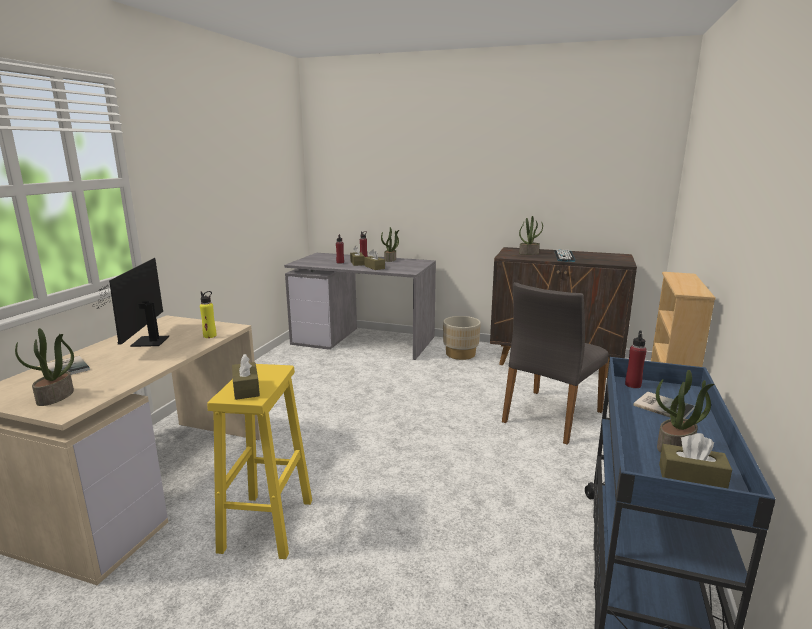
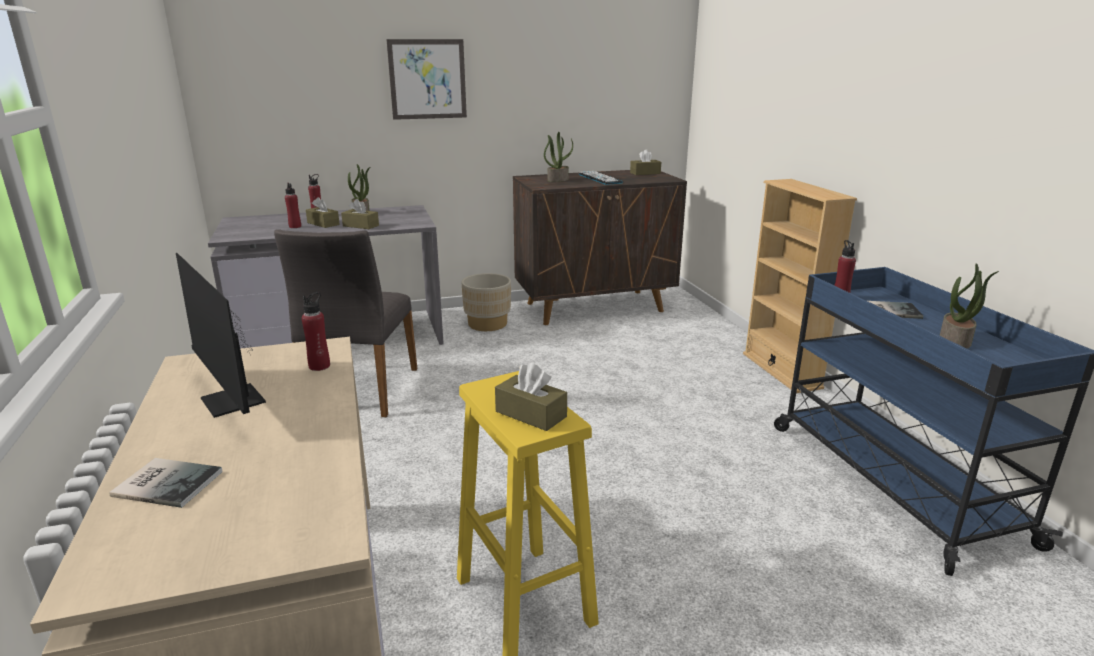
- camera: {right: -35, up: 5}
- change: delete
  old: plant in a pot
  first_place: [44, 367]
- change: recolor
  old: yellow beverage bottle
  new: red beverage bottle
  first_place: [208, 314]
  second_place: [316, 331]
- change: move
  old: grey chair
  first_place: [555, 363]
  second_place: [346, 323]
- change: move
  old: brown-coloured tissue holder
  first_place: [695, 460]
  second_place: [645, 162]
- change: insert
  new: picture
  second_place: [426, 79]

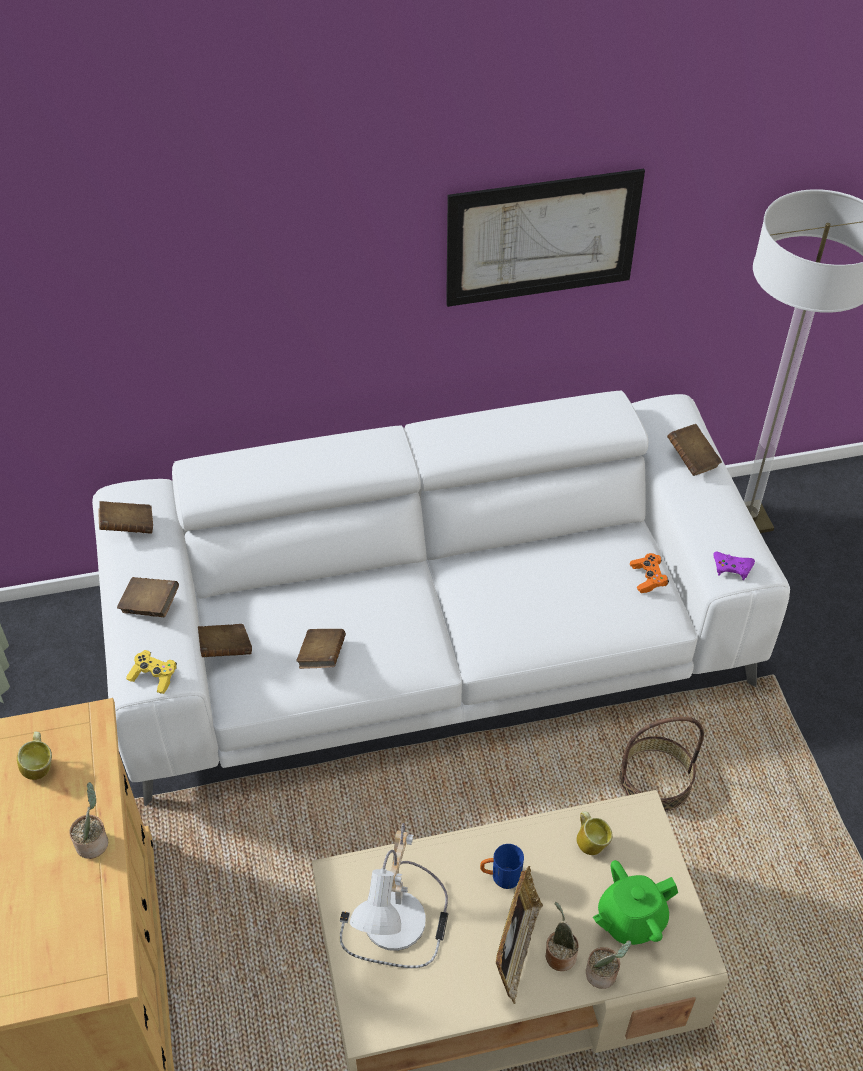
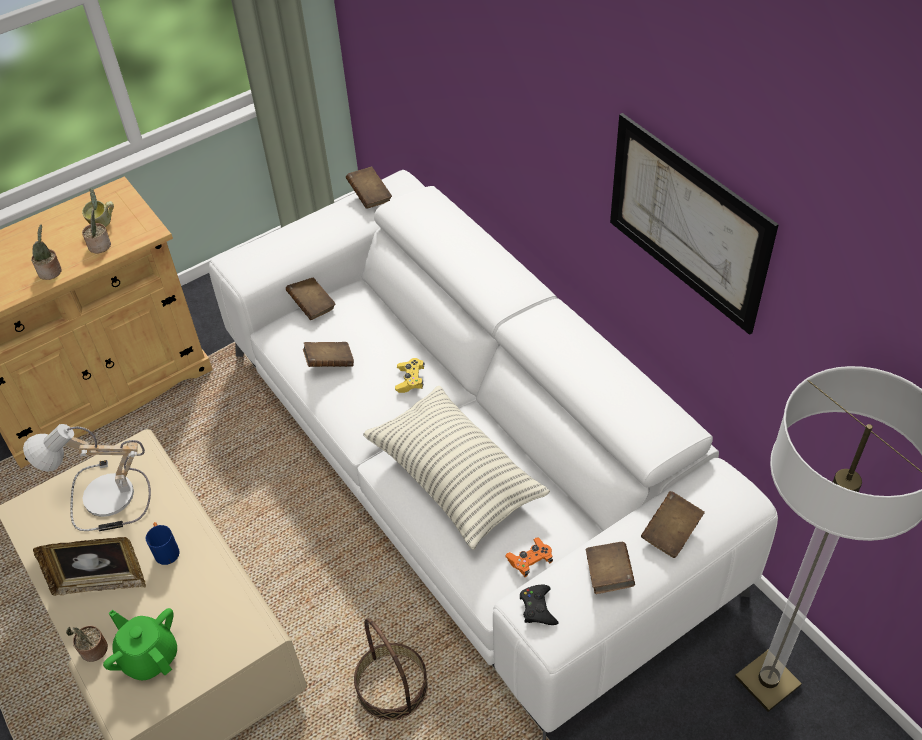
- camera: {right: 70, up: 0}
- change: move
  old: brown-coloured bound book
  first_place: [148, 597]
  second_place: [610, 568]
- change: move
  old: yellow gamepad
  first_place: [151, 672]
  second_place: [410, 375]
- change: move
  old: plant in a pot
  first_place: [562, 936]
  second_place: [96, 220]
- change: delete
  old: coffee mug
  first_place: [595, 833]
- change: recolor
  old: purplish gamepad
  new: black-coloured gamepad
  first_place: [734, 566]
  second_place: [539, 605]
- change: insert
  new: pillow
  second_place: [456, 467]

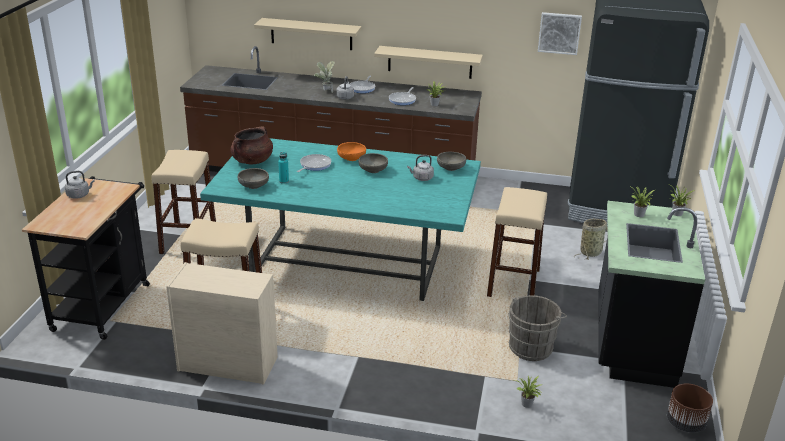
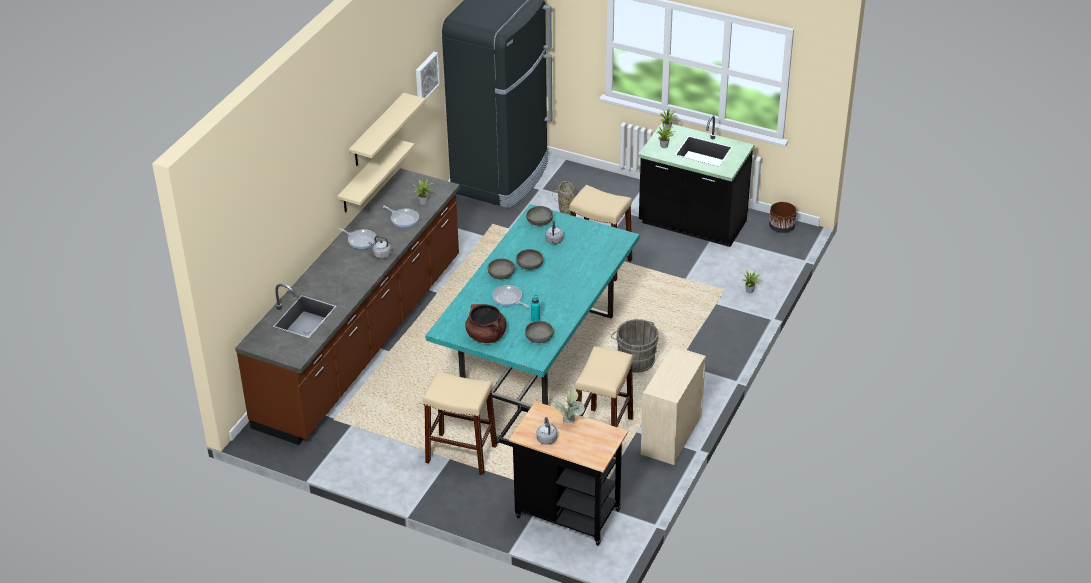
- camera: {right: -75, up: 10}
- change: move
  old: beige wall shelf
  first_place: [308, 34]
  second_place: [387, 129]
- change: move
  old: plant in a pot
  first_place: [324, 77]
  second_place: [569, 406]
- change: recolor
  old: orange deep dish
  new: grey deep dish
  first_place: [351, 151]
  second_place: [501, 269]
- change: move
  old: grey bucket
  first_place: [537, 328]
  second_place: [634, 346]

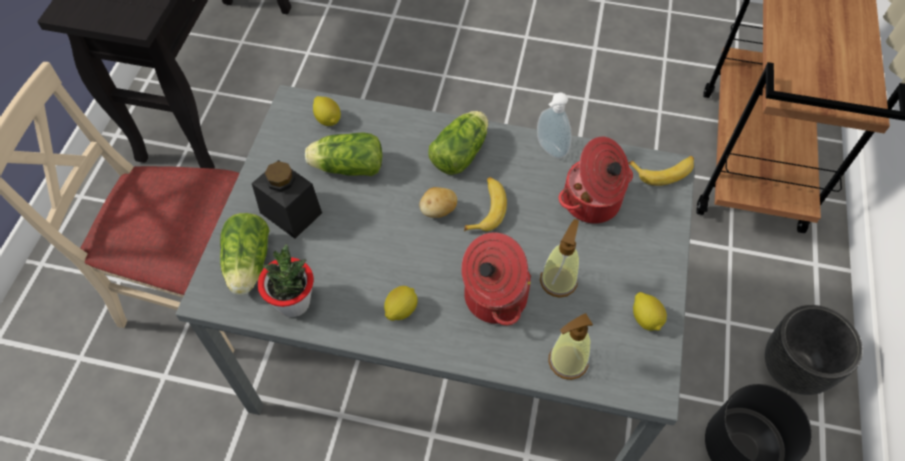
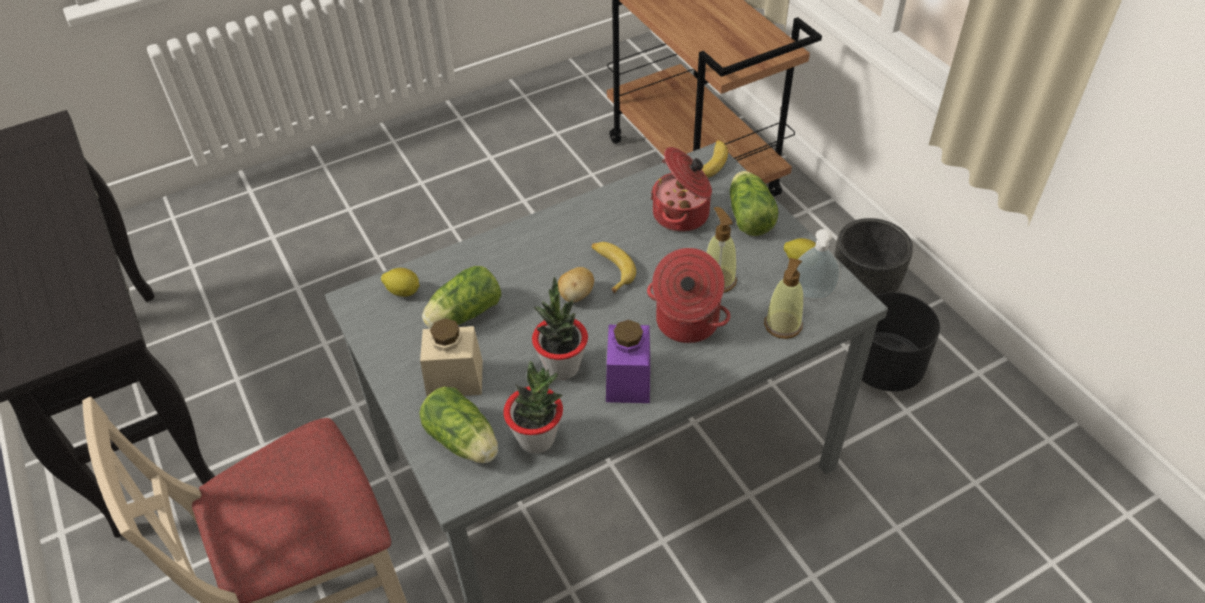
- camera: {right: -40, up: -10}
- change: recolor
  old: black-coloured jar
  new: beige jar
  first_place: [287, 199]
  second_place: [451, 358]
- change: replace
  old: whole lemon
  new: purplish jar
  first_place: [400, 303]
  second_place: [628, 361]
- change: move
  old: lettuce head
  first_place: [458, 143]
  second_place: [754, 203]
- change: move
  old: liquid soap bottle
  first_place: [554, 126]
  second_place: [818, 264]
- change: insert
  new: plant in a pot
  second_place: [560, 328]

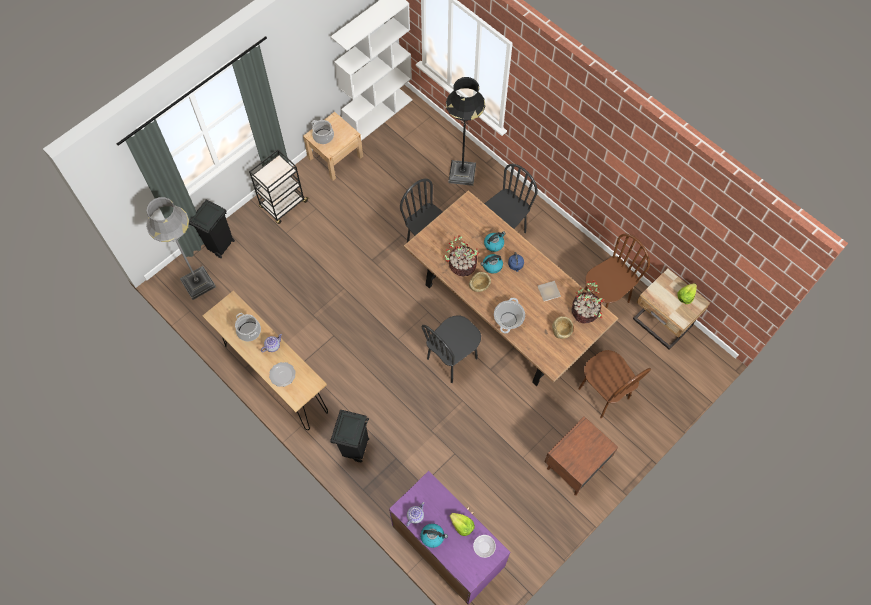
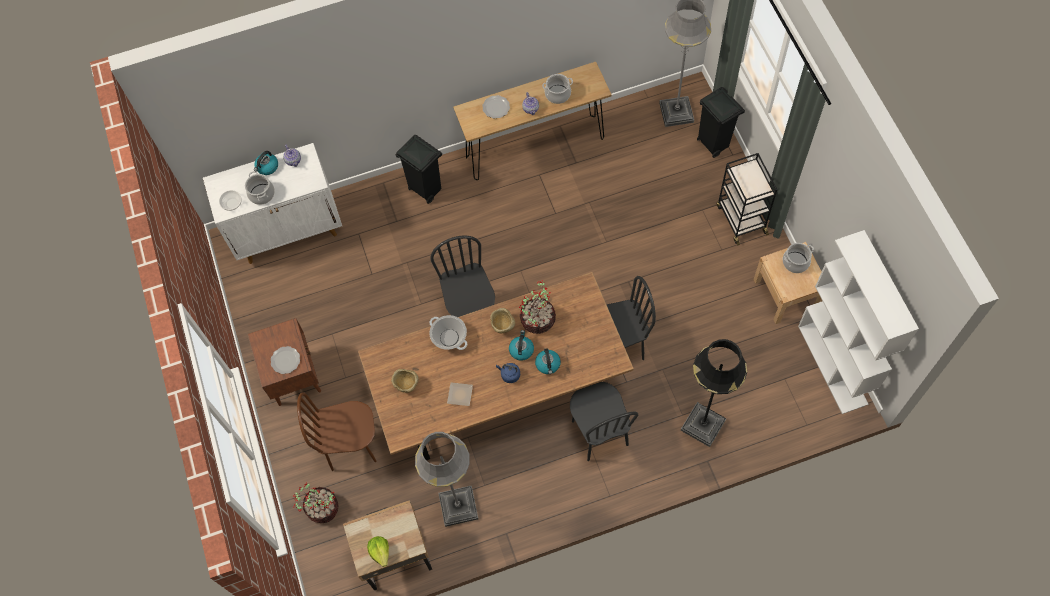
- camera: {right: 120, up: 0}
- change: recolor
  old: purplish storage cabinet
  new: whitish storage cabinet
  first_place: [449, 538]
  second_place: [272, 203]
- change: replace
  old: lettuce head
  new: stockpot
  first_place: [462, 524]
  second_place: [260, 188]
- change: move
  old: plant in a pot
  first_place: [587, 301]
  second_place: [316, 503]
- change: replace
  old: brown-coloured chair
  new: grey floor lamp
  first_place: [617, 270]
  second_place: [447, 479]
- change: insert
  new: dinner plate
  second_place: [285, 360]

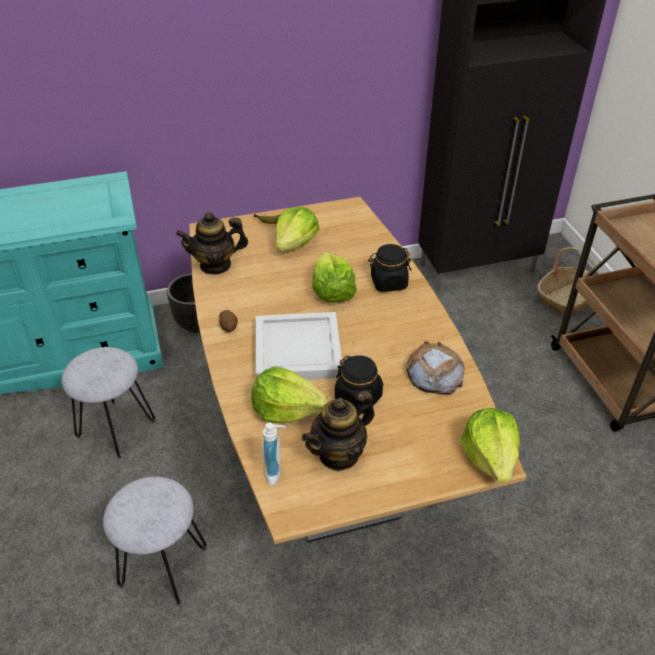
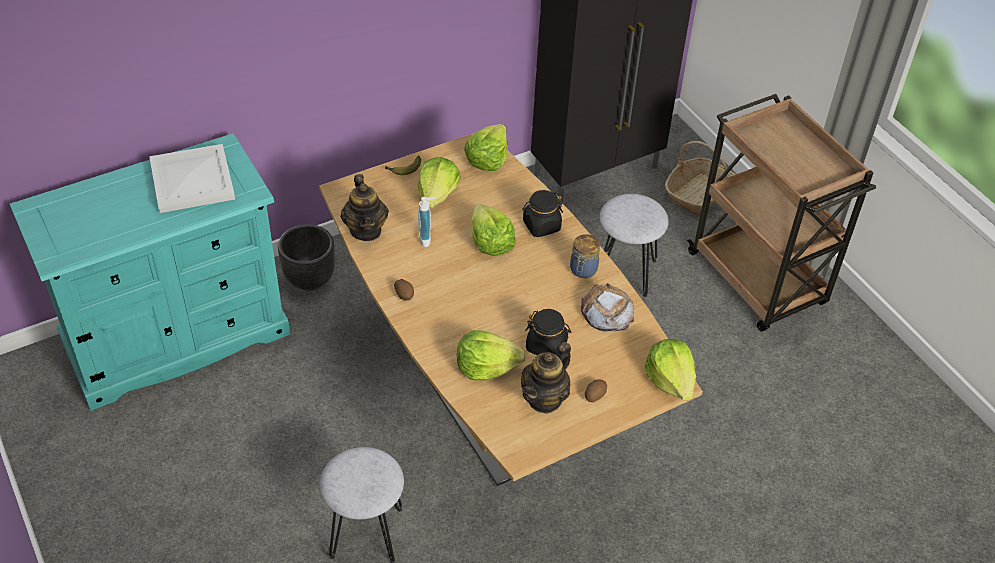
- camera: {right: -15, up: 5}
- change: move
  old: grey stool
  first_place: [108, 403]
  second_place: [634, 245]
- change: rotate
  old: tea pot
  first_place: [212, 243]
  second_place: [364, 207]
  degrees: -75
- change: move
  old: whitish serving tray
  first_place: [299, 346]
  second_place: [192, 178]
- change: move
  old: liquid soap bottle
  first_place: [274, 454]
  second_place: [427, 222]
- change: insert
  new: lettuce head
  second_place: [486, 147]
- change: insert
  new: jar
  second_place: [585, 256]
- change: insert
  new: whole potato
  second_place: [596, 390]

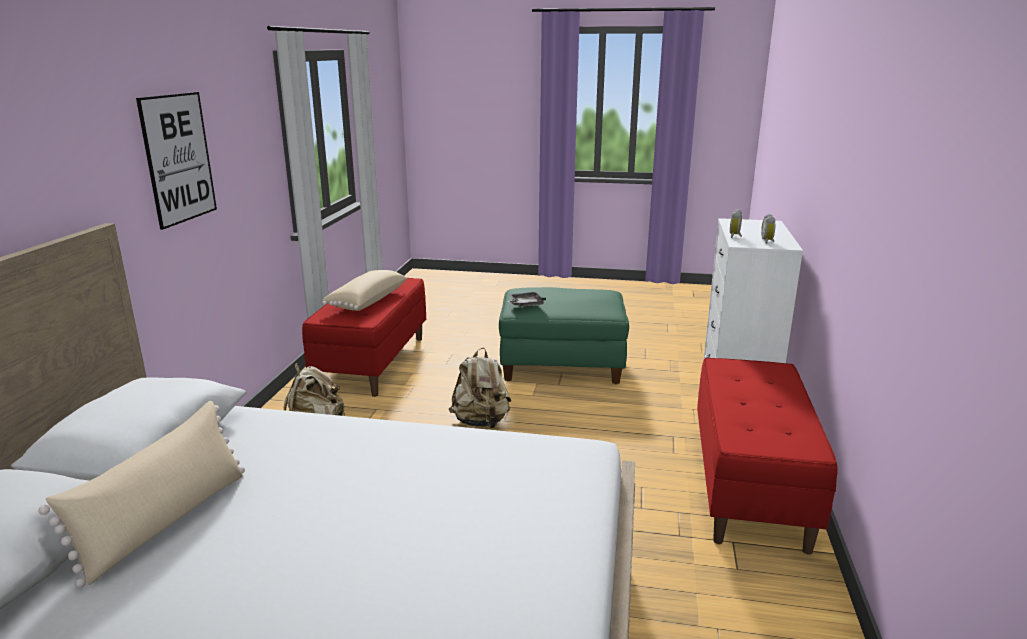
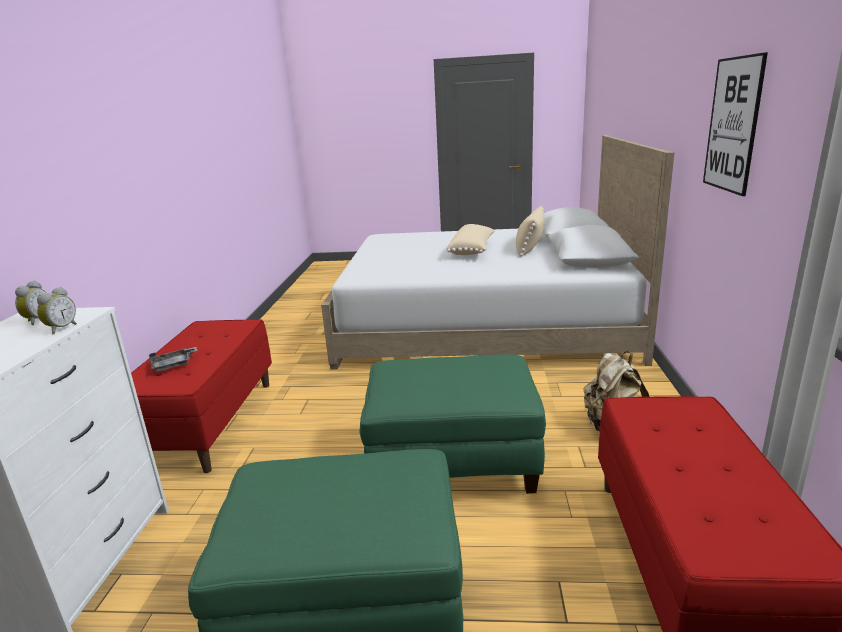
- camera: {right: 175, up: 0}
- change: move
  old: beige pillow
  first_place: [364, 290]
  second_place: [470, 239]
- change: replace
  old: beige knapsack
  new: greenish pouffe
  first_place: [480, 388]
  second_place: [453, 424]
- change: move
  old: grey serving tray
  first_place: [527, 299]
  second_place: [173, 359]

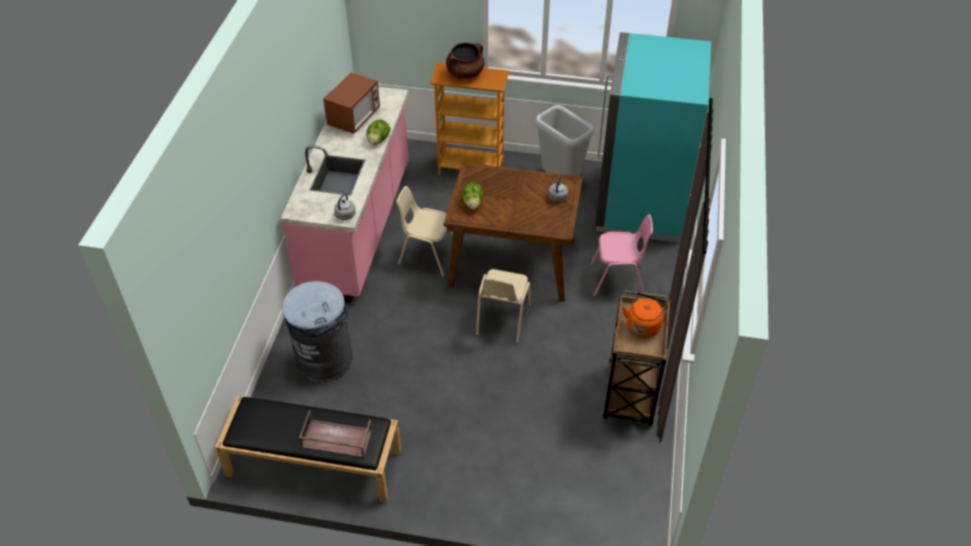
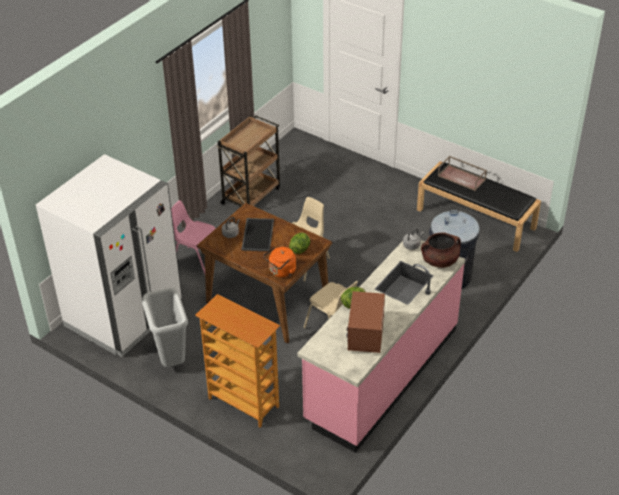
- camera: {right: -155, up: -5}
- change: rotate
  old: microwave
  first_place: [351, 103]
  second_place: [365, 322]
  degrees: -45
- change: move
  old: brown-coloured stockpot
  first_place: [465, 61]
  second_place: [441, 250]
- change: recolor
  old: blue-green refrigerator
  new: whitish refrigerator
  first_place: [653, 137]
  second_place: [109, 255]
- change: move
  old: orange water kettle
  first_place: [645, 315]
  second_place: [279, 262]
- change: insert
  new: serving tray
  second_place: [257, 234]

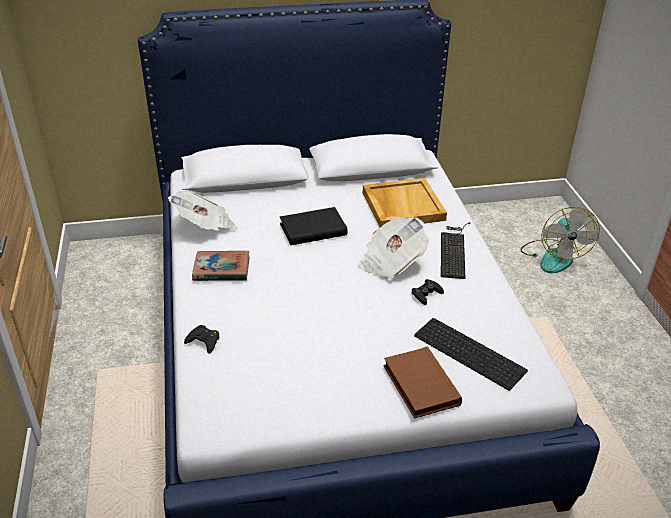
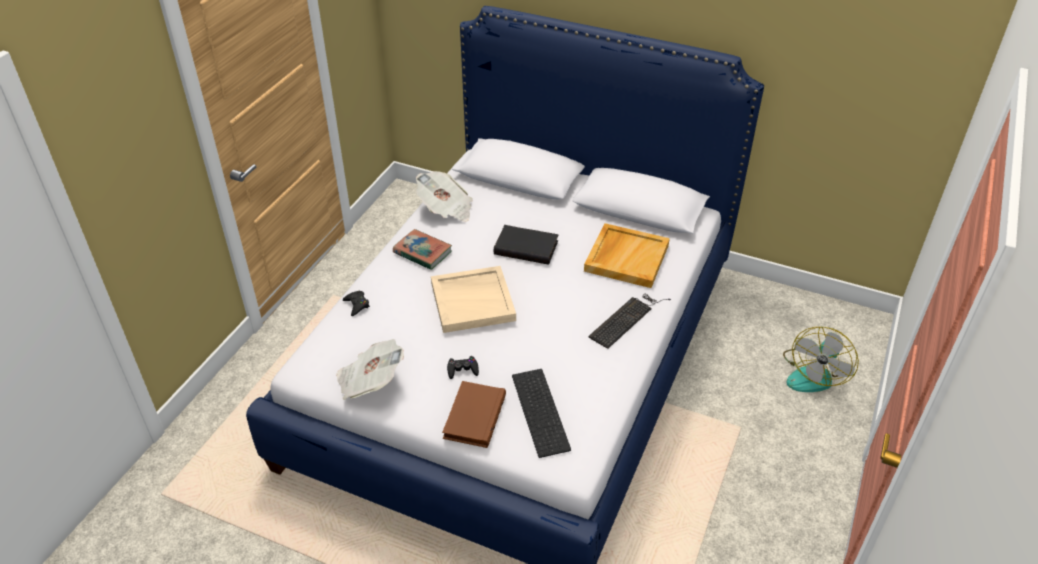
- camera: {right: 35, up: 5}
- change: move
  old: printed paper
  first_place: [393, 248]
  second_place: [370, 369]
- change: move
  old: black-coloured gamepad
  first_place: [427, 292]
  second_place: [463, 367]
- change: insert
  new: beige serving tray
  second_place: [473, 299]

